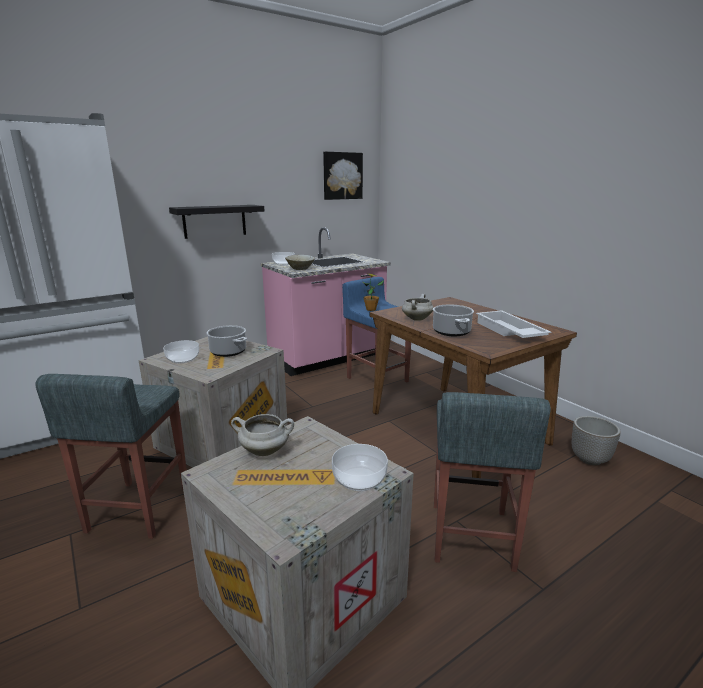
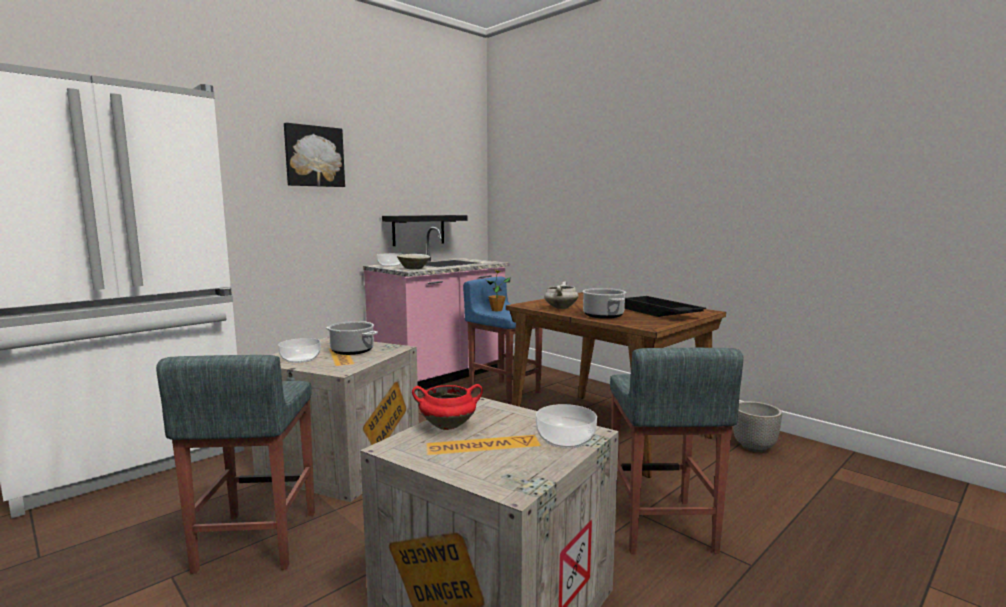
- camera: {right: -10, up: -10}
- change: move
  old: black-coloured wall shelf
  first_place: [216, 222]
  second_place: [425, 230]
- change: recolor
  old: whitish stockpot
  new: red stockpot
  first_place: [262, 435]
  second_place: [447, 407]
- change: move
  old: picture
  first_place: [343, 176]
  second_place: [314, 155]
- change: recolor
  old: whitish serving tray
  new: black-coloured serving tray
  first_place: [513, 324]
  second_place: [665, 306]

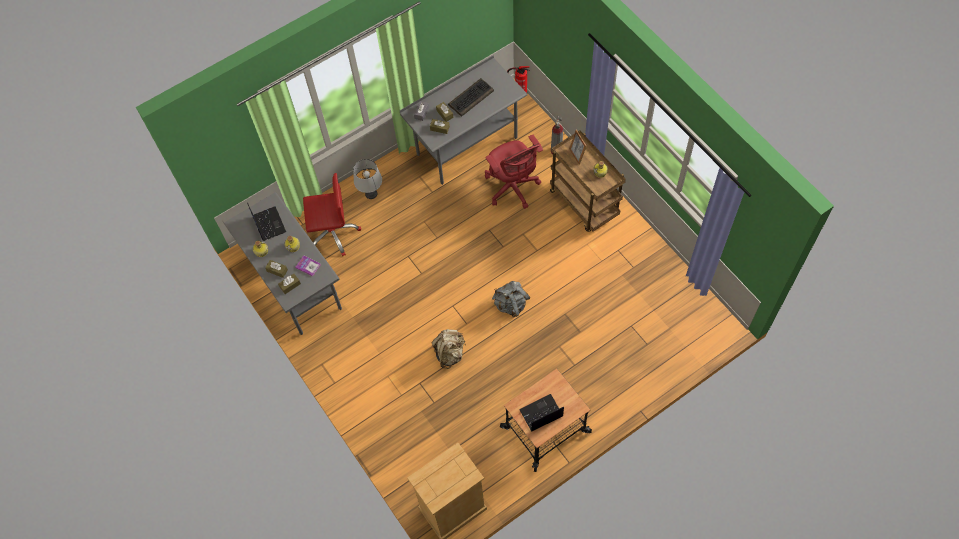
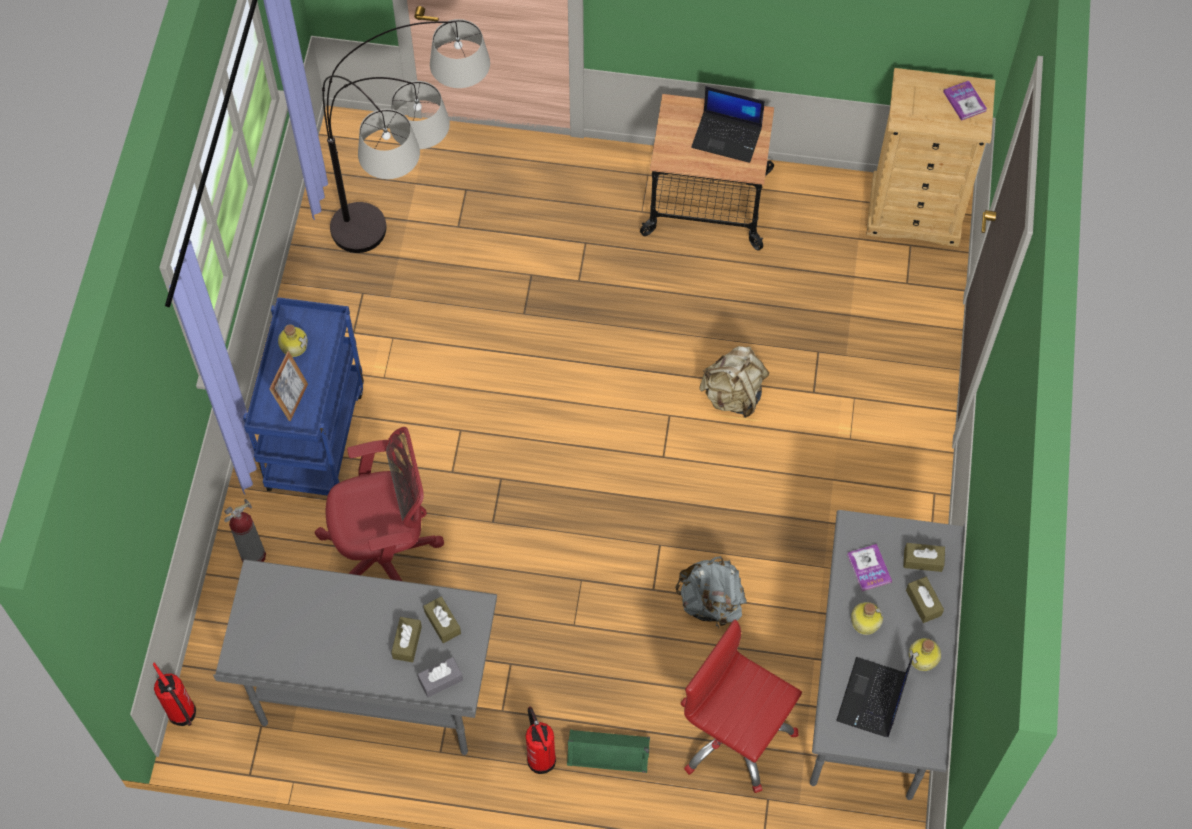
- camera: {right: -140, up: 0}
- change: replace
  old: grey table lamp
  new: greenish audio speaker
  first_place: [367, 179]
  second_place: [608, 751]
- change: delete
  old: keyboard
  first_place: [471, 97]
- change: rotate
  old: red computer chair
  first_place: [514, 172]
  second_place: [379, 504]
  degrees: 60
- change: move
  old: grey knapsack
  first_place: [511, 299]
  second_place: [710, 592]
- change: recolor
  old: brown-coloured wheeled cart
  new: blue wheeled cart
  first_place: [588, 181]
  second_place: [303, 396]
- change: insert
  new: floor lamp
  second_place: [406, 136]
- change: insert
  new: fire-fighting cylinder
  second_place: [541, 740]
- change: insert
  new: bound book
  second_place: [965, 101]

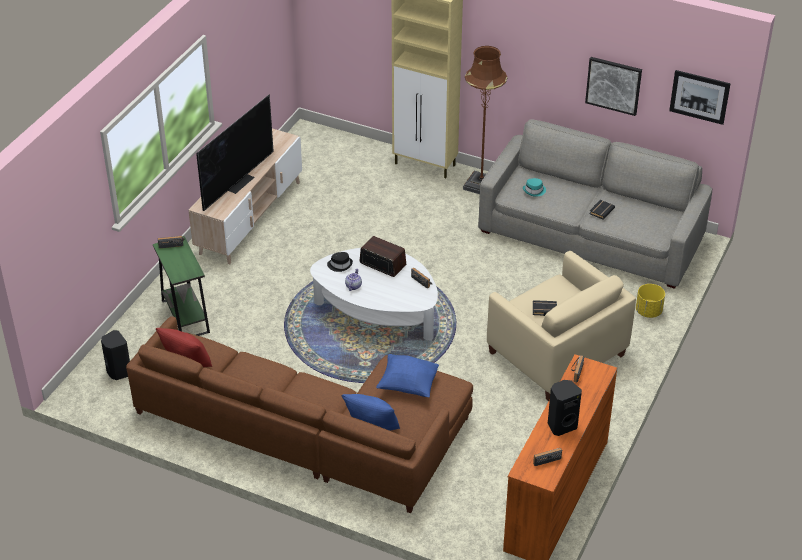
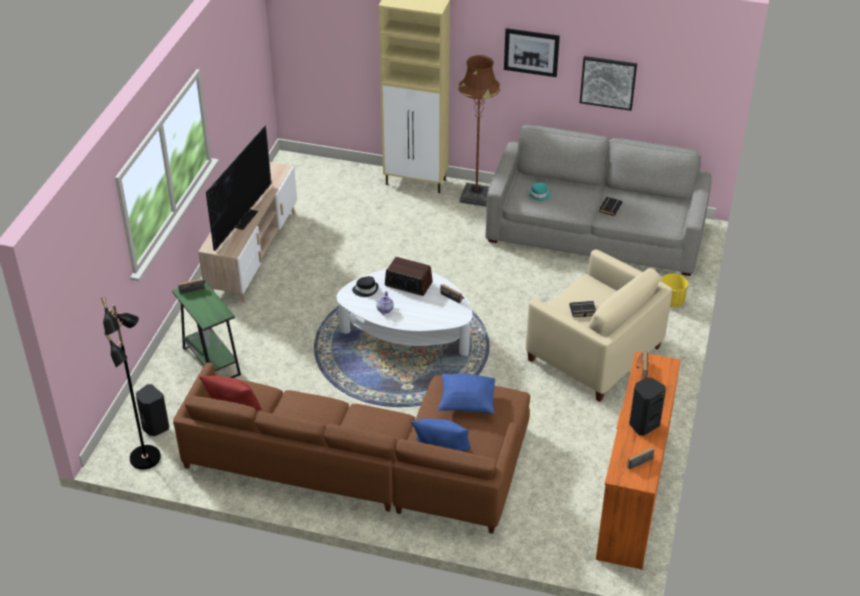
- camera: {right: -10, up: 0}
- change: move
  old: picture
  first_place: [700, 97]
  second_place: [532, 52]
- change: insert
  new: black-coloured floor lamp
  second_place: [131, 383]

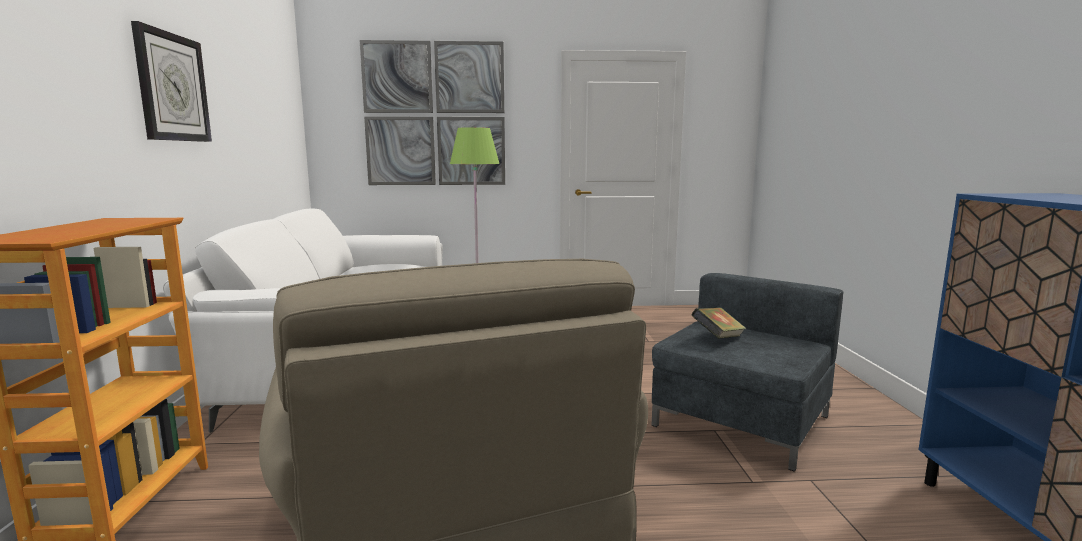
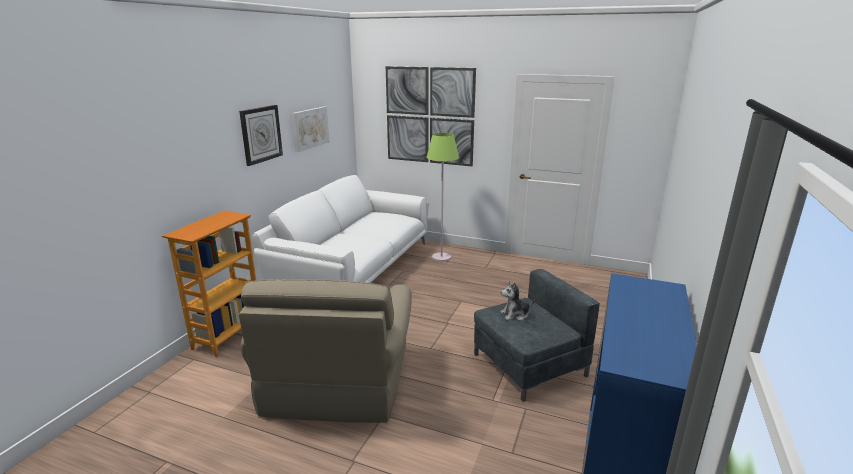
- camera: {right: 25, up: 10}
- change: replace
  old: bound book
  new: soft toy
  first_place: [719, 323]
  second_place: [517, 301]
- change: insert
  new: picture
  second_place: [310, 129]

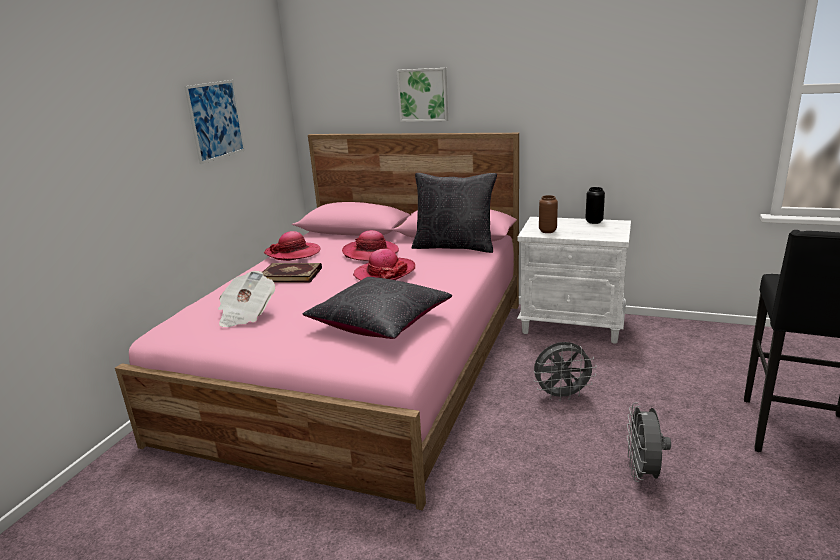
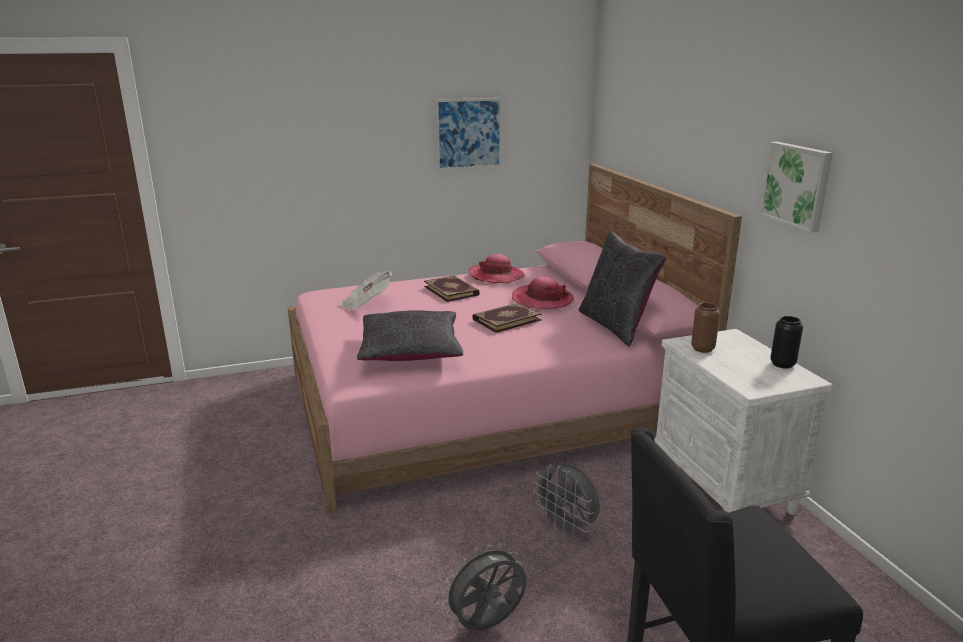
- camera: {right: 50, up: 0}
- change: replace
  old: wearable hat
  new: bound book
  first_place: [384, 264]
  second_place: [507, 318]
- change: move
  old: picture
  first_place: [422, 95]
  second_place: [796, 187]

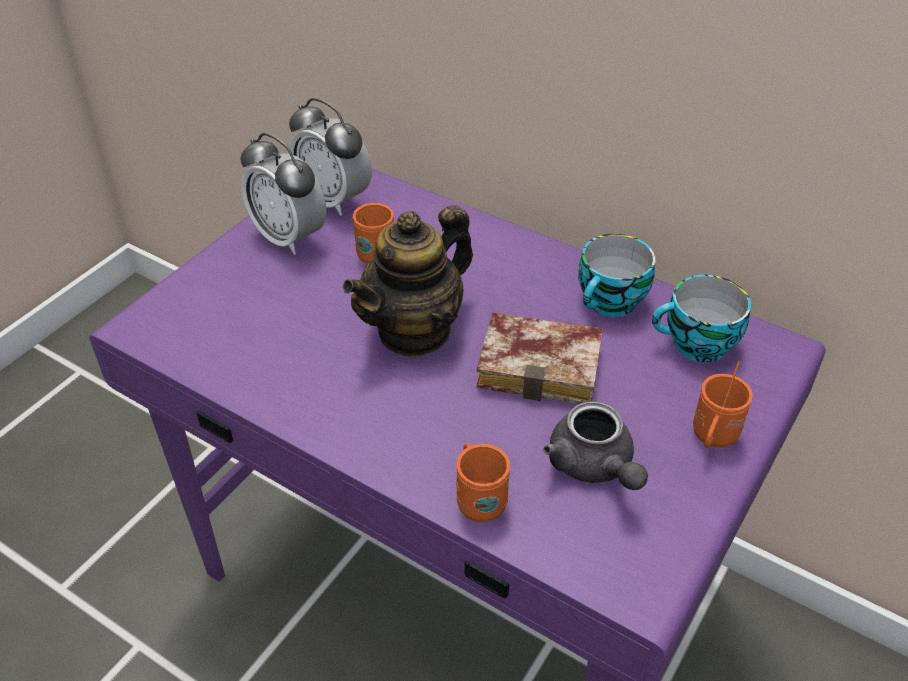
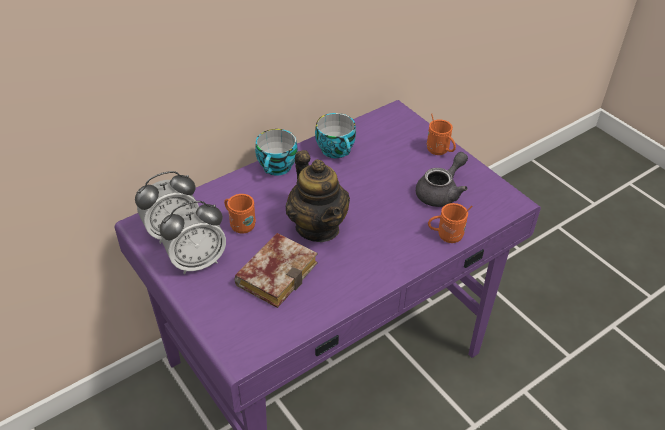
- camera: {right: -70, up: 0}
- change: move
  old: bound book
  first_place: [539, 358]
  second_place: [275, 270]
- change: rotate
  old: grey tea pot
  first_place: [595, 445]
  second_place: [442, 179]
  degrees: -45
- change: move
  old: small cup
  first_place: [701, 318]
  second_place: [276, 152]

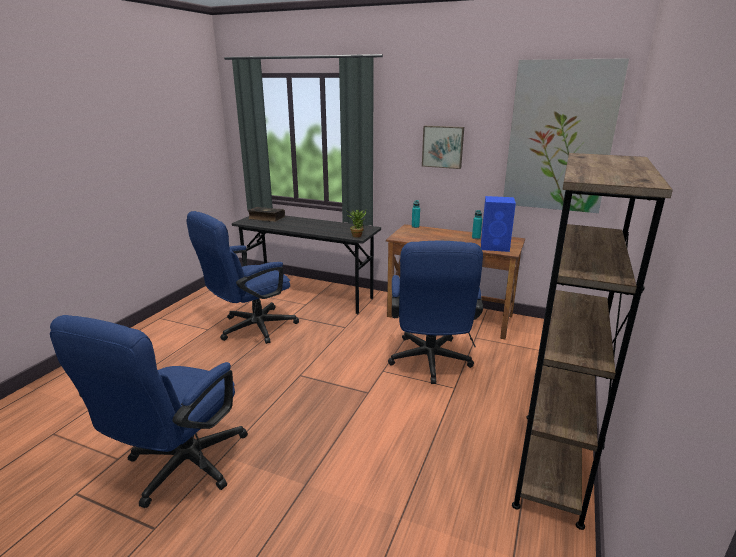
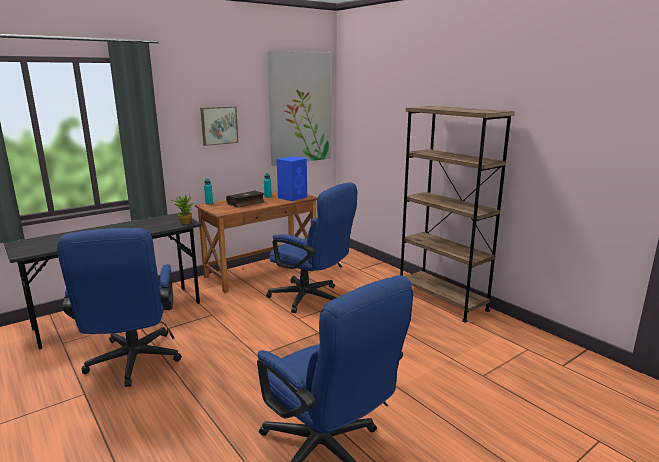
- camera: {right: -60, up: -5}
- change: move
  old: bound book
  first_place: [266, 214]
  second_place: [245, 199]

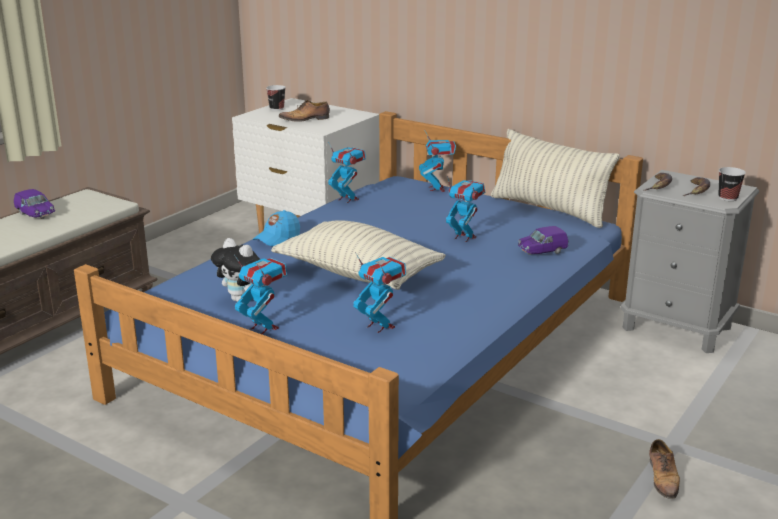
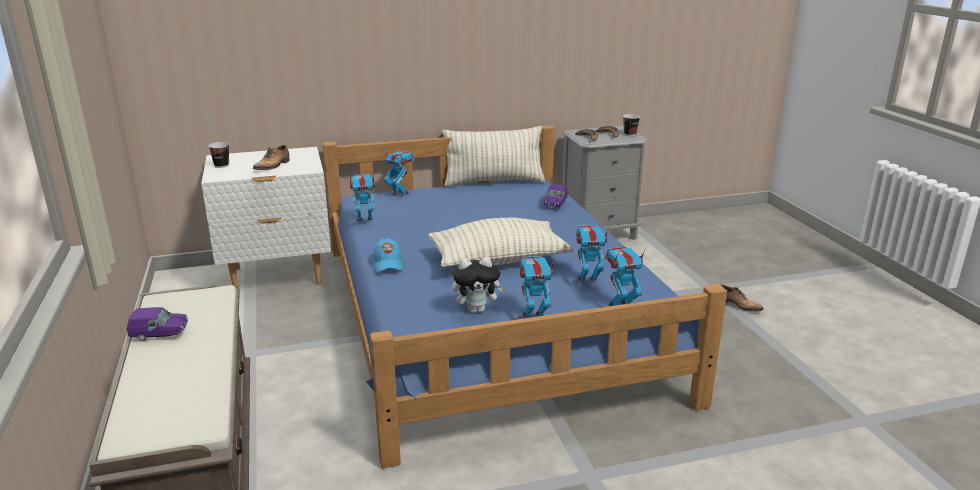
- camera: {right: -50, up: 0}
- change: move
  old: toy robot
  first_place: [465, 209]
  second_place: [625, 276]

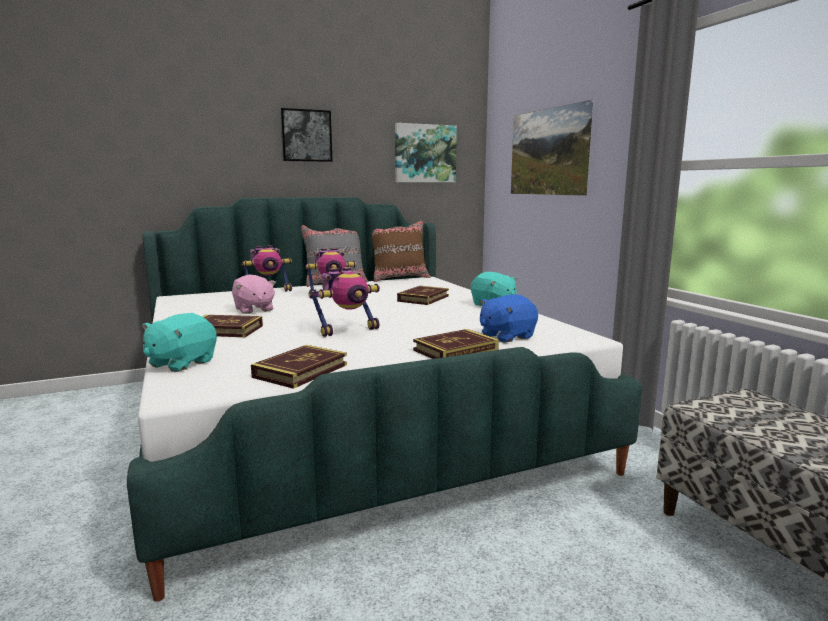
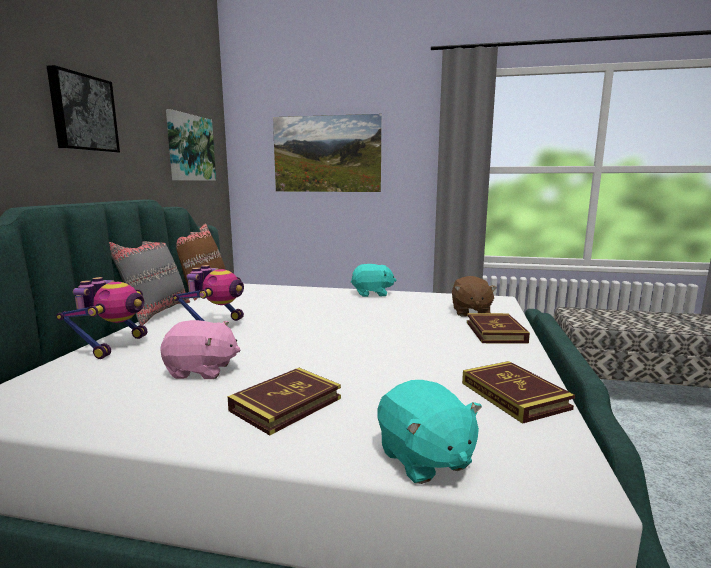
- camera: {right: -55, up: 0}
- change: delete
  old: toy robot
  first_place: [344, 302]
- change: delete
  old: bound book
  first_place: [423, 295]
- change: recolor
  old: blue soft toy
  new: brown-coloured soft toy
  first_place: [509, 319]
  second_place: [474, 296]

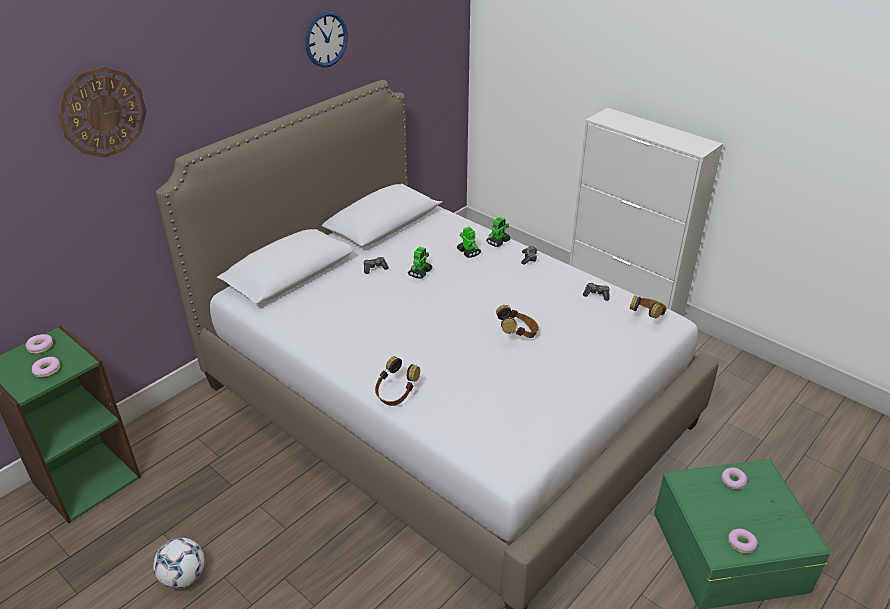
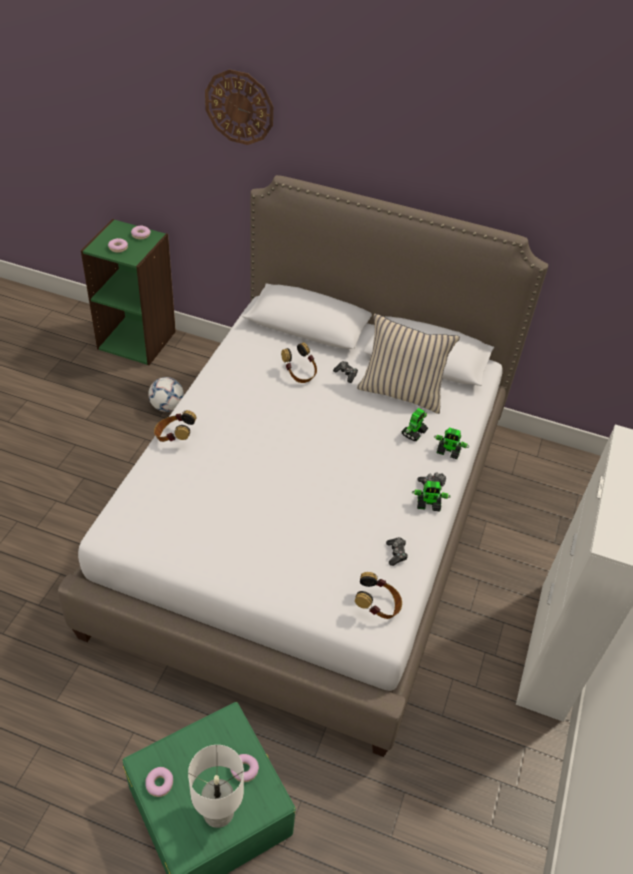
- camera: {right: 65, up: 10}
- change: move
  old: football
  first_place: [179, 563]
  second_place: [166, 394]
- change: delete
  old: clock on the wall
  first_place: [326, 40]
- change: move
  old: toy robot
  first_place: [420, 262]
  second_place: [431, 496]
- change: move
  old: pair of headphones
  first_place: [517, 321]
  second_place: [299, 362]
- change: insert
  new: whitish table lamp
  second_place: [216, 786]
- change: insert
  new: beige pillow
  second_place: [408, 364]

